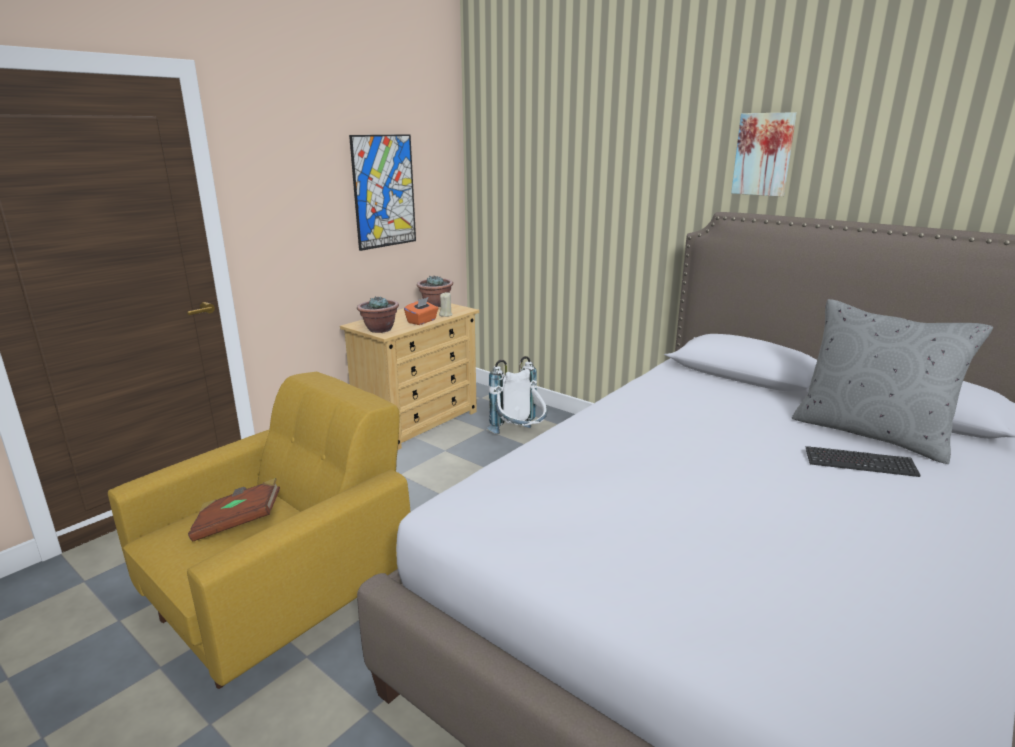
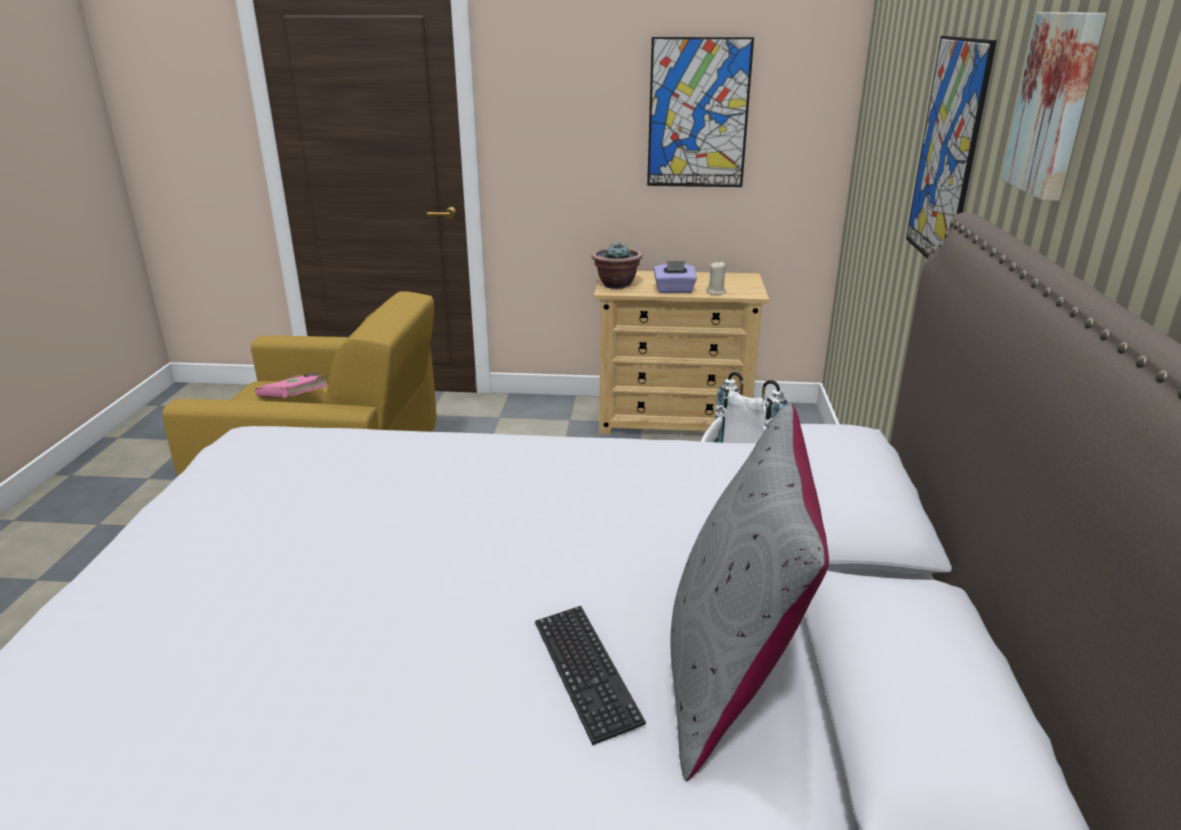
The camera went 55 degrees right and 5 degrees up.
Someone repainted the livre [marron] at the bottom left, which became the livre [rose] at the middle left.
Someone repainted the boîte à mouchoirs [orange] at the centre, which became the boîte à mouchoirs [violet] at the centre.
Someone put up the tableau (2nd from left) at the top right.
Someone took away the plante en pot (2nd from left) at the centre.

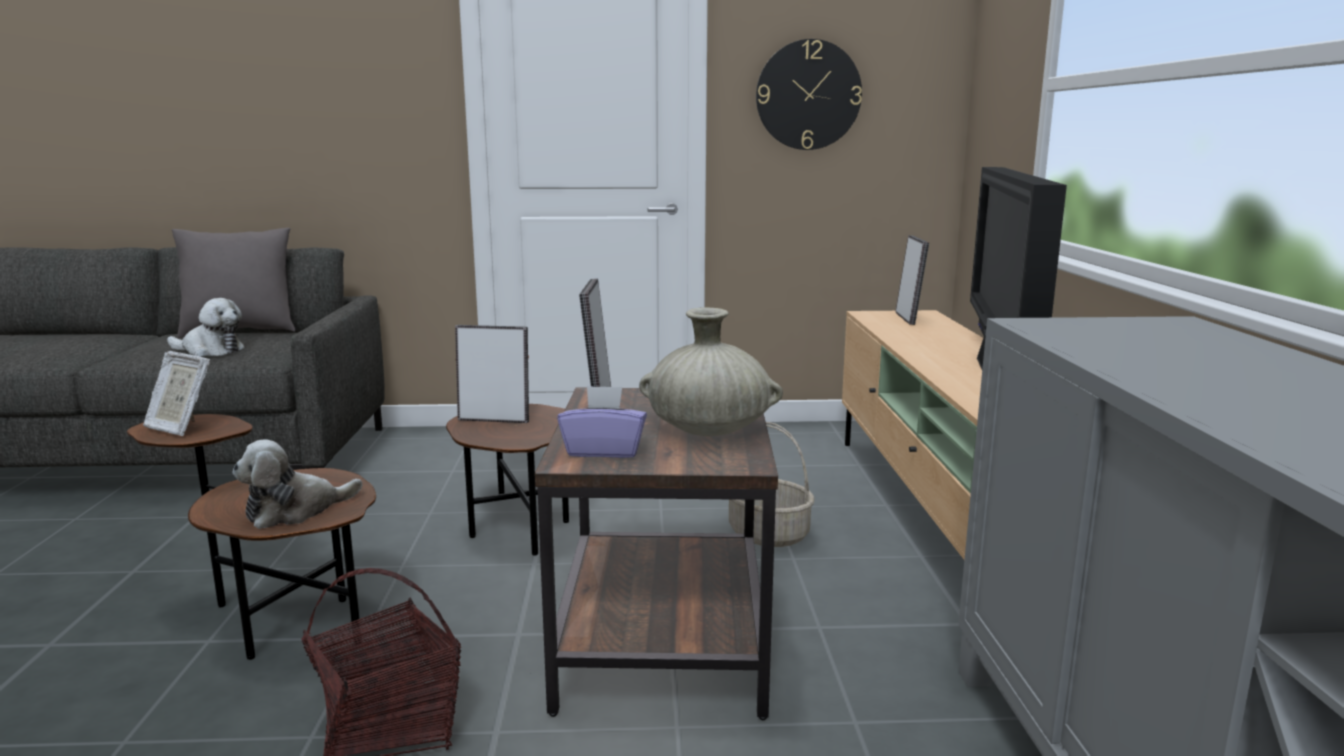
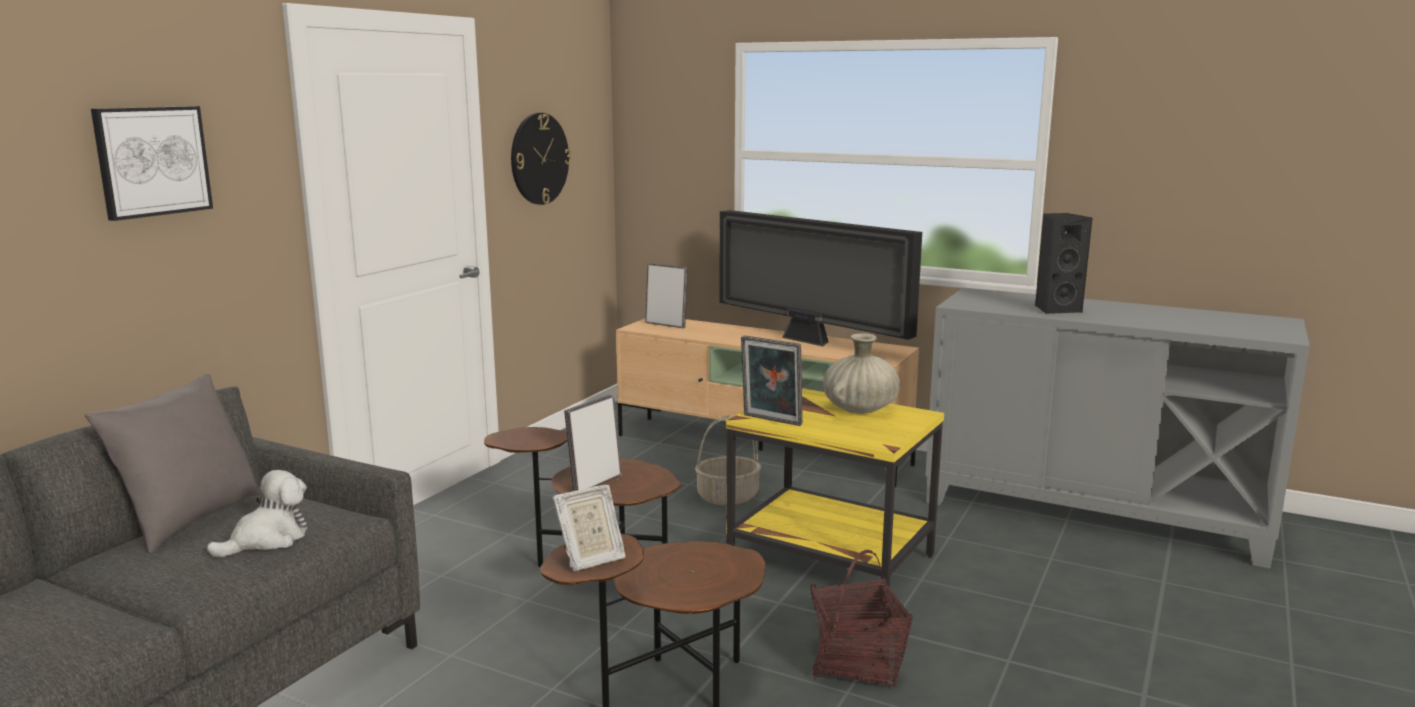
The camera went 60 degrees left and 0 degrees up.
Someone put up the tableau at the top left.
Someone repainted the table d'appoint [marron] (3rd from left) at the bottom centre, which became the table d'appoint [jaune] at the bottom centre.
Someone put down the enceinte [noir] at the middle right.
Someone took away the peluche (2nd from left) at the middle left.
Someone took away the boîte à mouchoirs [violet] at the centre.

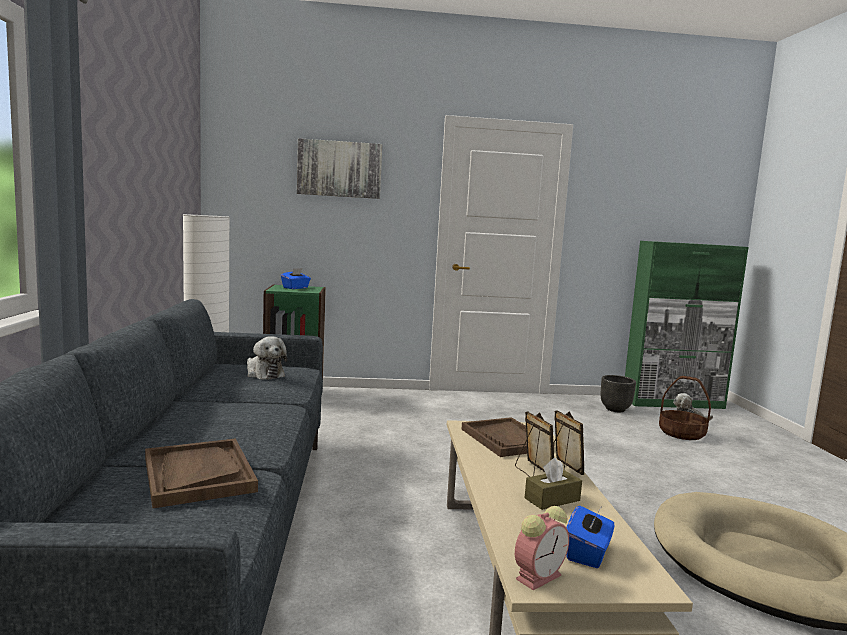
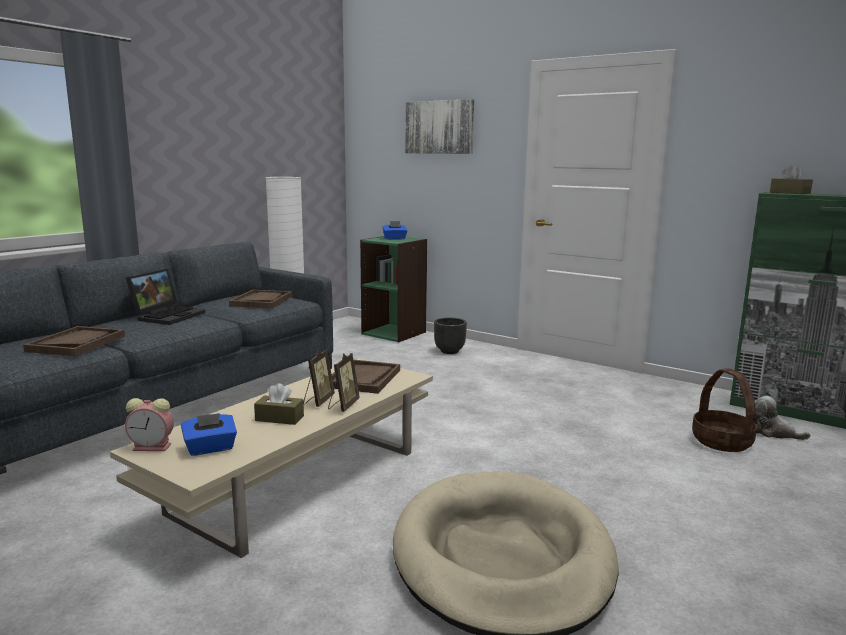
The camera went 40 degrees right and 5 degrees up.
Someone put down the ordinateur portable at the middle left.
Someone swapped the peluche (1st from left) at the middle left for the plateau [marron] (2nd from left) at the middle left.
Someone carried the cache-pot [noir] from the middle right to the centre.
Someone put down the boîte à mouchoirs [marron] (2nd from left) at the top right.

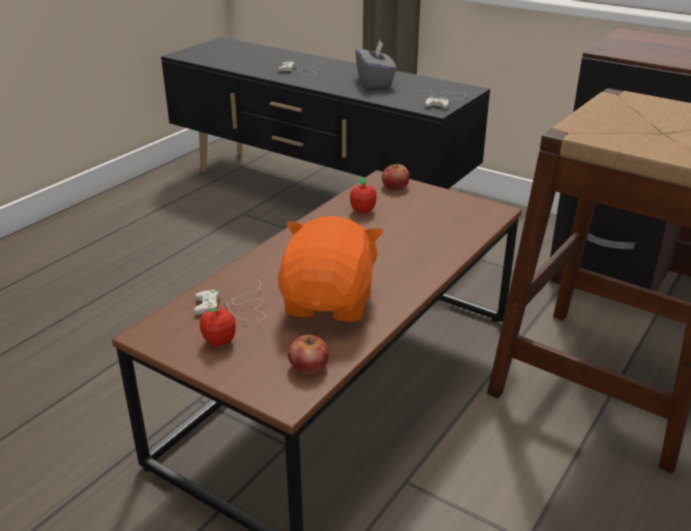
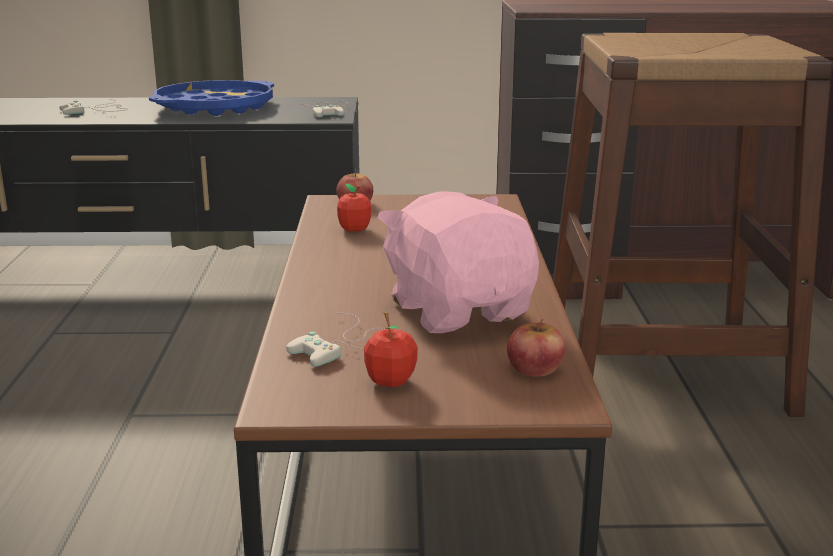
The camera went 35 degrees left and 10 degrees down.
Someone swapped the boîte à mouchoirs [gris] at the top centre for the plateau [bleu] at the top left.
Someone repainted the peluche [orange] at the centre, which became the peluche [rose] at the centre.

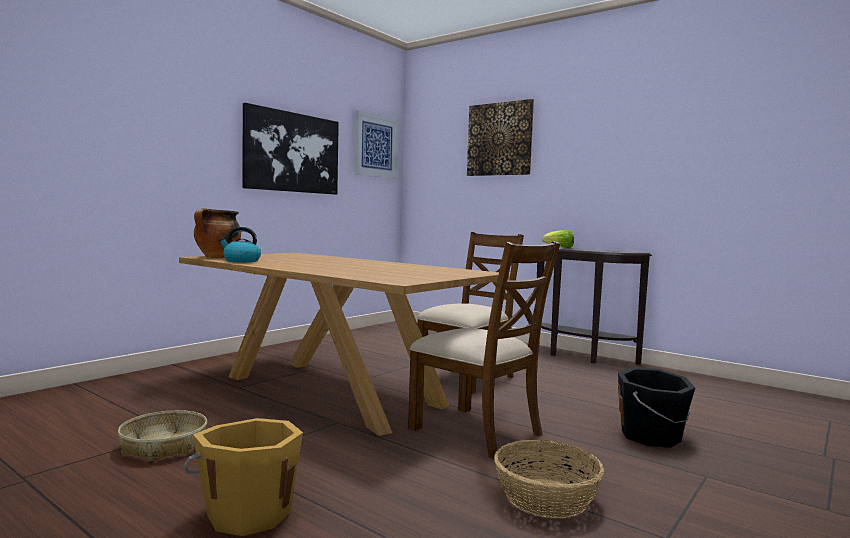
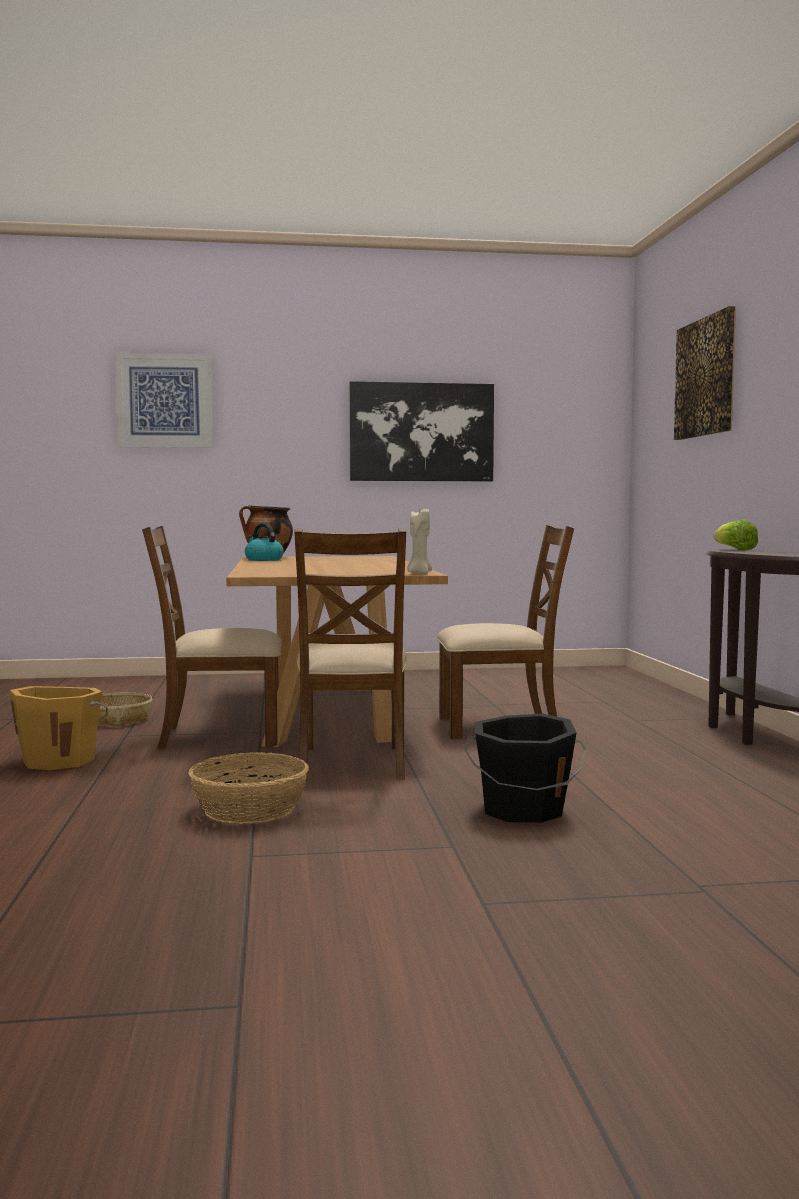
The camera went 45 degrees right and 0 degrees up.
Someone carried the tableau (2nd from left in the first image) from the top centre to the middle left.
Someone put down the chaise [marron] (1st from left) at the middle left.
Someone put down the bougie [beige] at the centre.

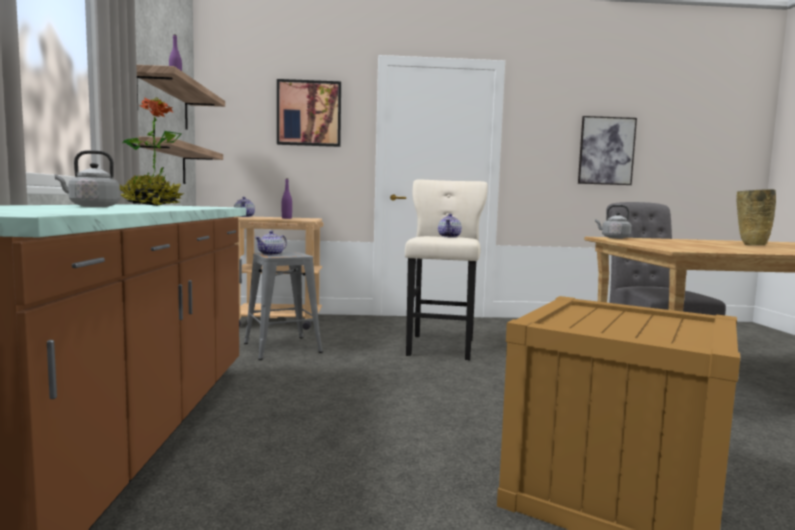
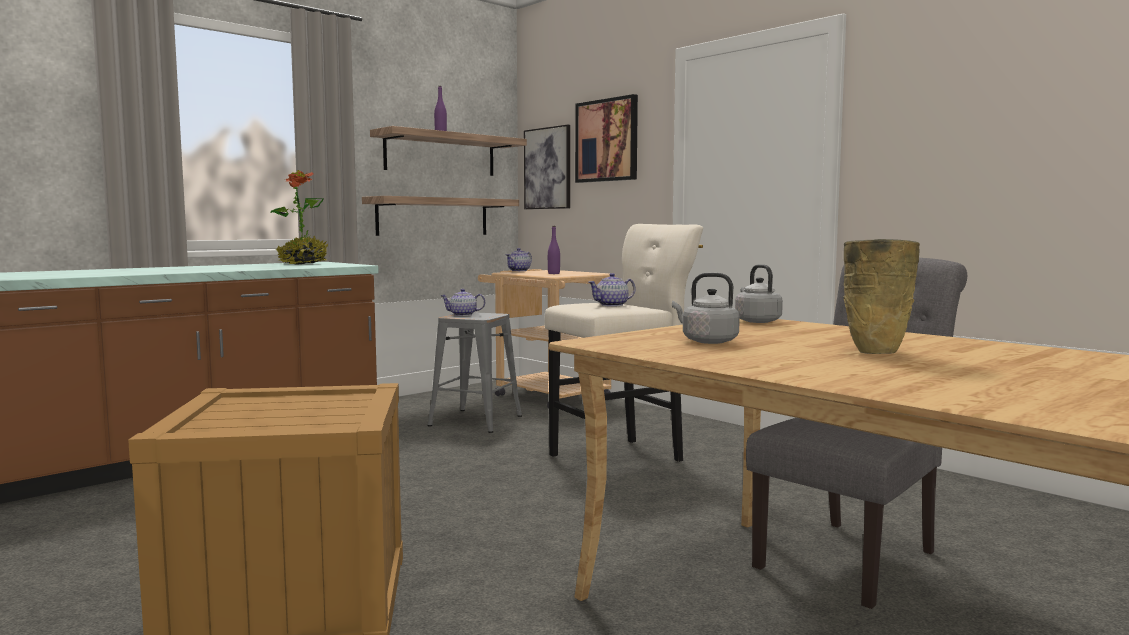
The camera went 50 degrees right and 0 degrees up.
Someone carried the tableau (2nd from left in the first image) from the top right to the top centre.
Someone carried the bouilloire [gris] (1st from left) from the middle left to the centre.

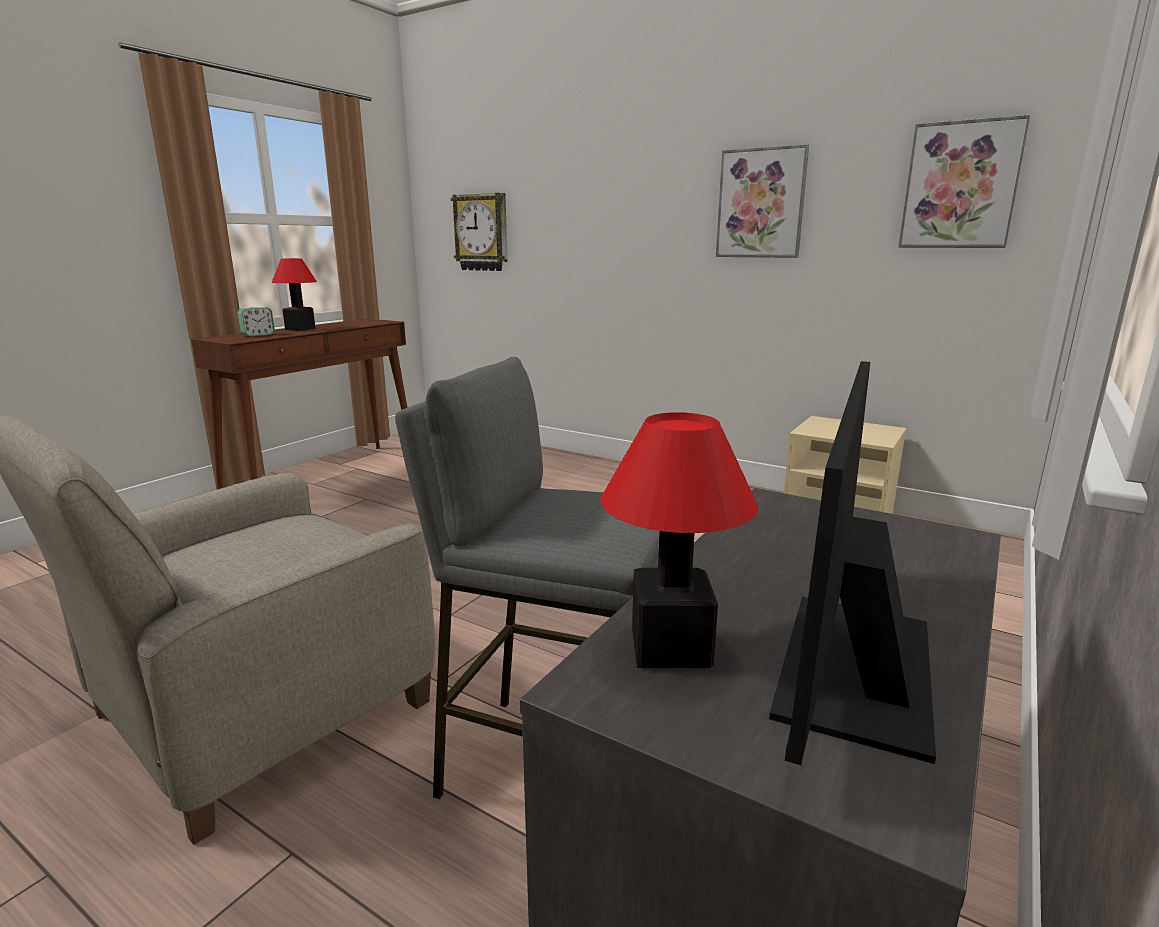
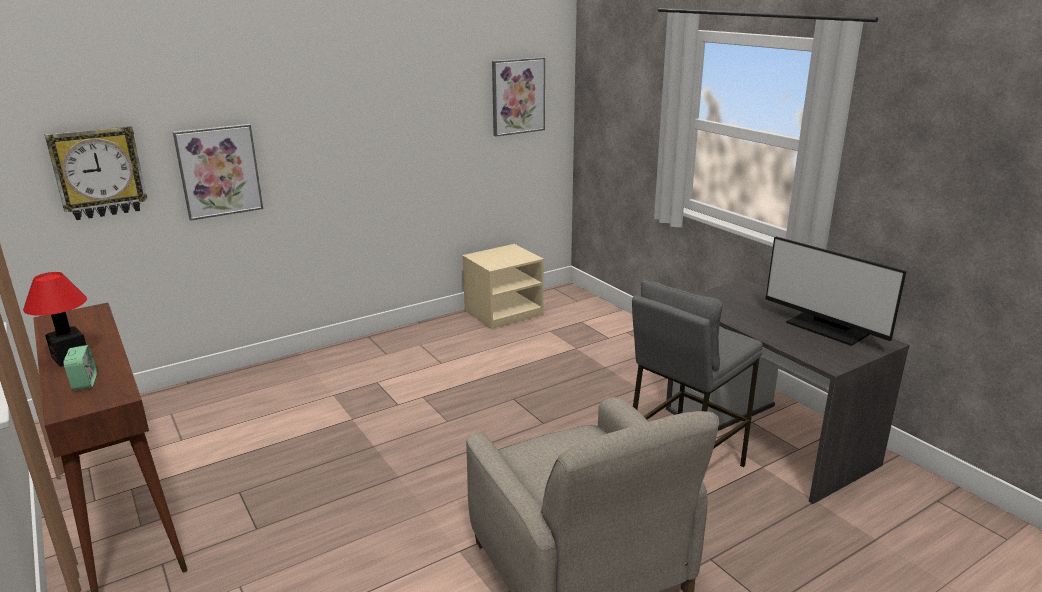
The camera went 65 degrees left and 5 degrees up.
Someone carried the tableau (1st from left) from the top centre to the top left.
Someone took away the lampe de table (2nd from left) at the centre.

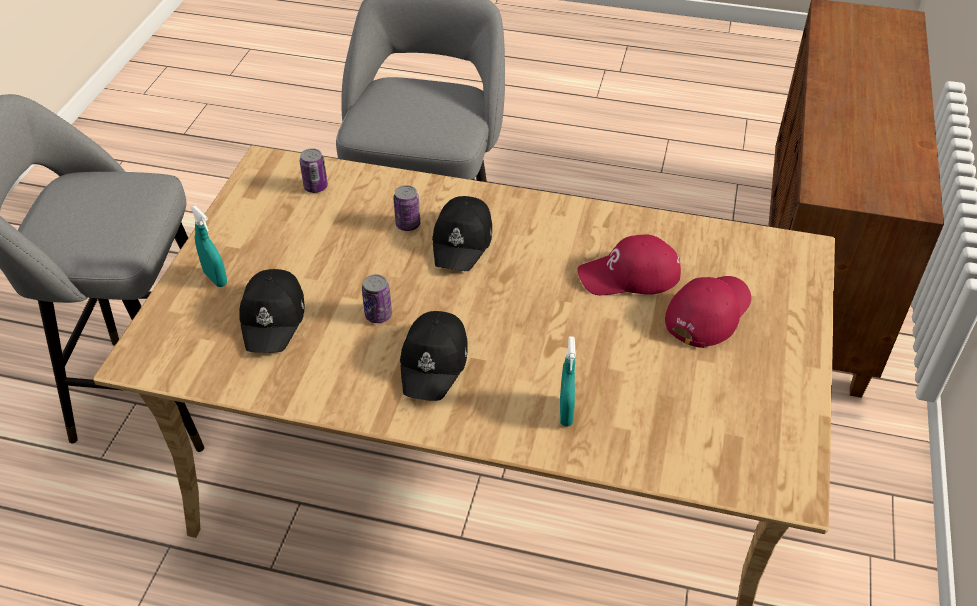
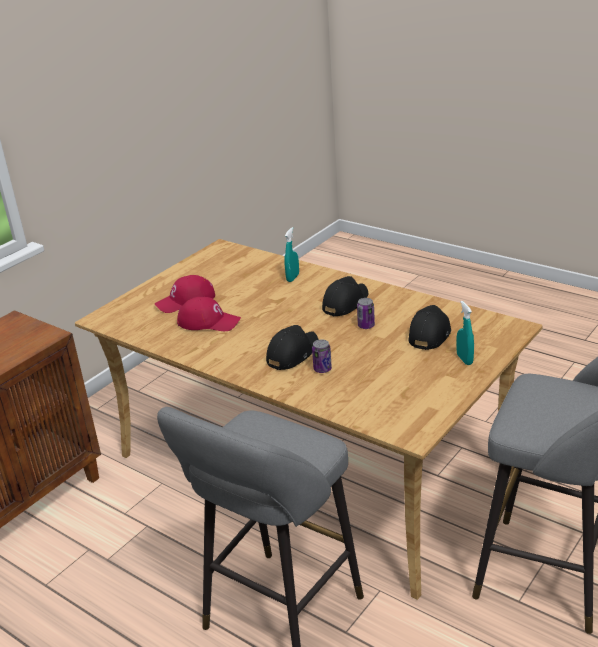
The camera went 155 degrees left and 15 degrees down.
Someone took away the boîte métallique (1st from left) at the top left.

